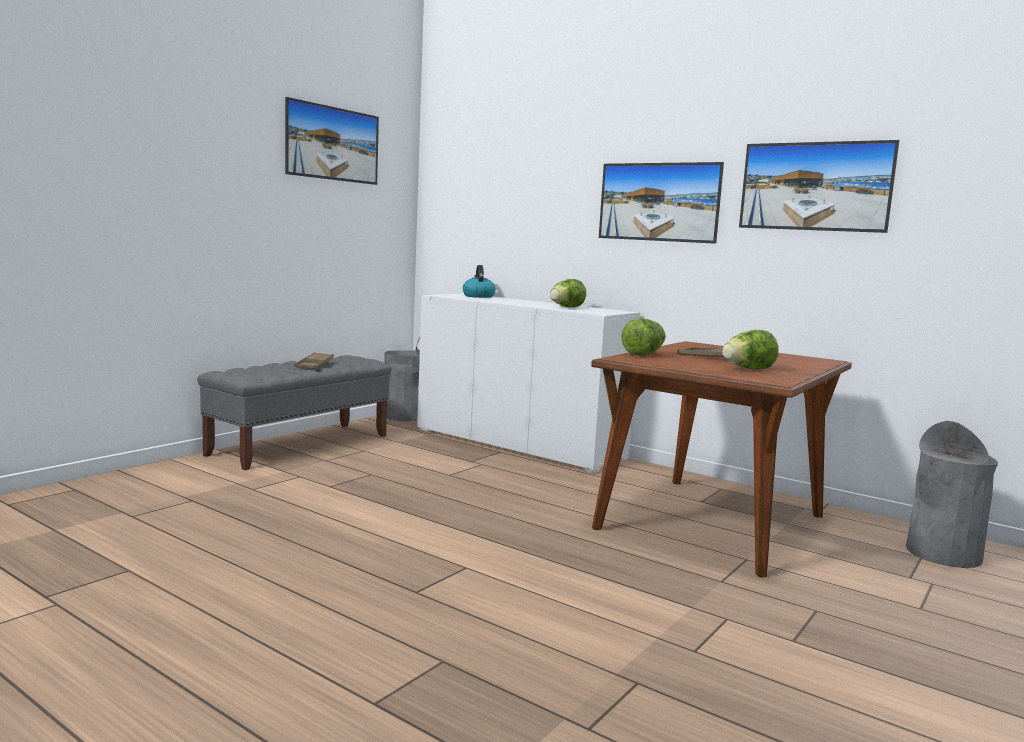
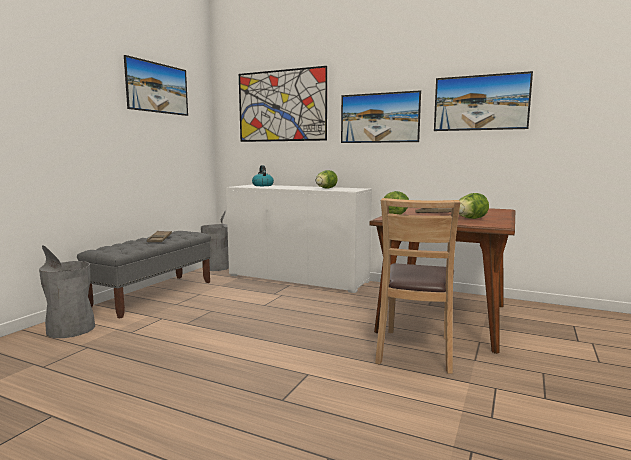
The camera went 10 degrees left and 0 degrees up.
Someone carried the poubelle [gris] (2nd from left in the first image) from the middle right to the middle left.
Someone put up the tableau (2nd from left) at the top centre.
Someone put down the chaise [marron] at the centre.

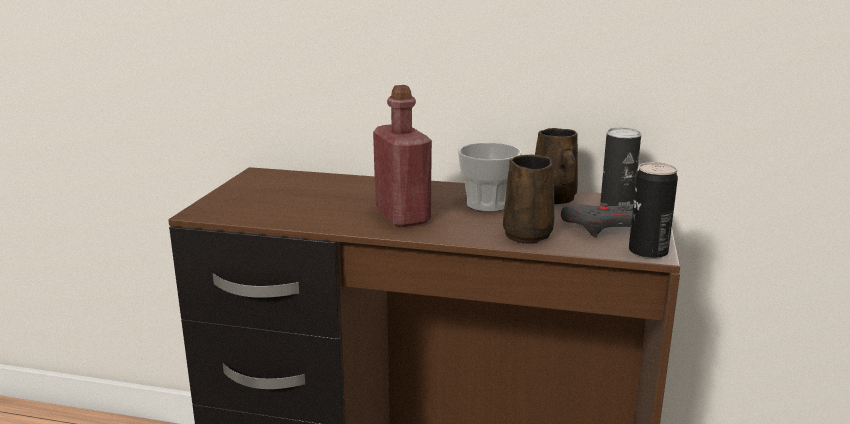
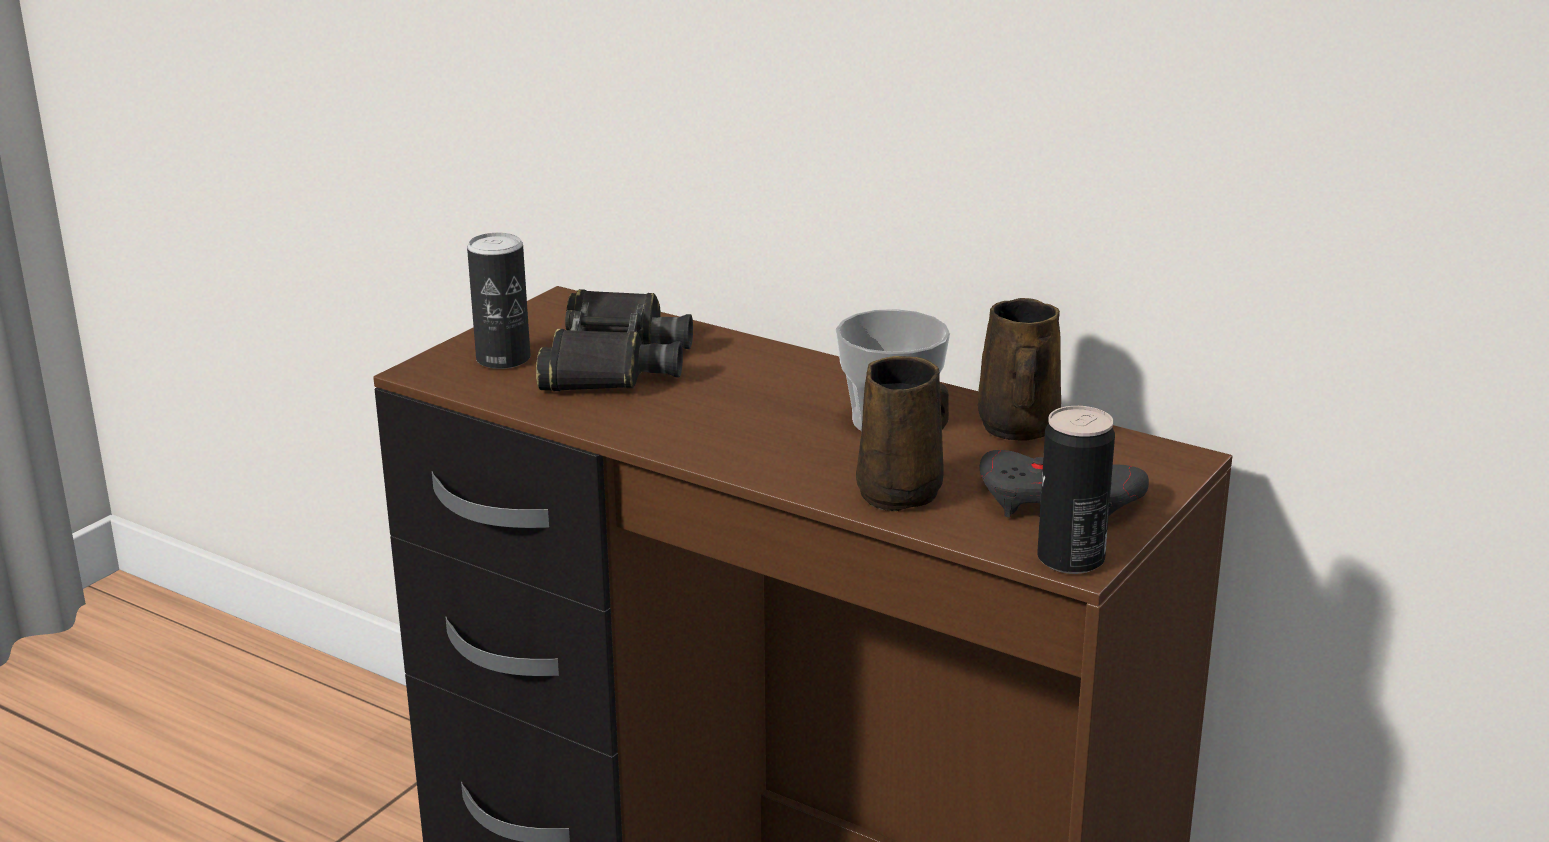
The camera went 20 degrees right and 5 degrees up.
Someone carried the boîte métallique (1st from left) from the middle right to the middle left.
Someone put down the jumelles [noir] at the centre.
Someone took away the bouteille [rouge] at the centre.

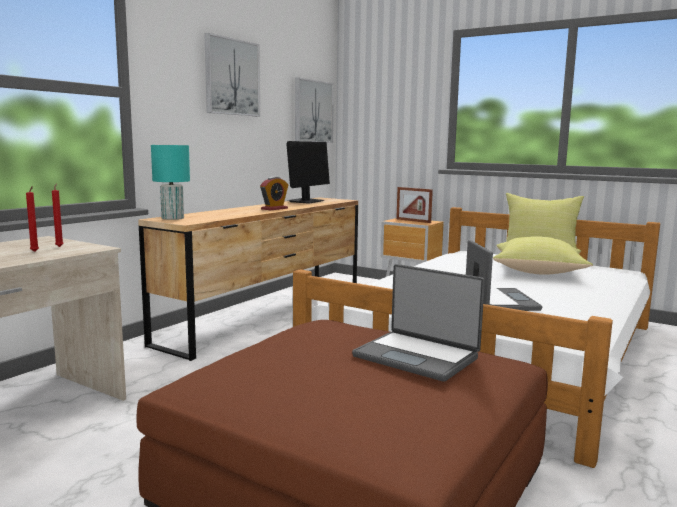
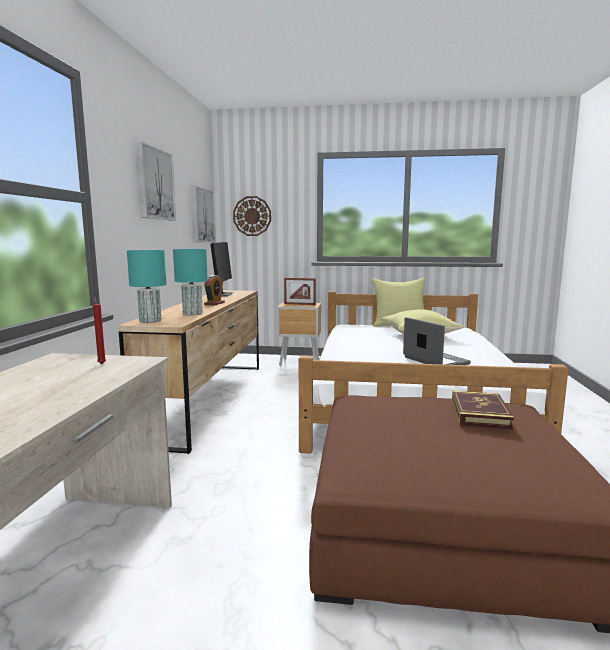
The camera went 25 degrees left and 0 degrees up.
Someone put down the lampe de table [turquoise] (2nd from left) at the middle left.
Someone put up the horloge murale at the top centre.
Someone swapped the ordinateur portable (1st from left) at the centre for the livre at the middle right.
Someone took away the bougie [rouge] (1st from left) at the middle left.

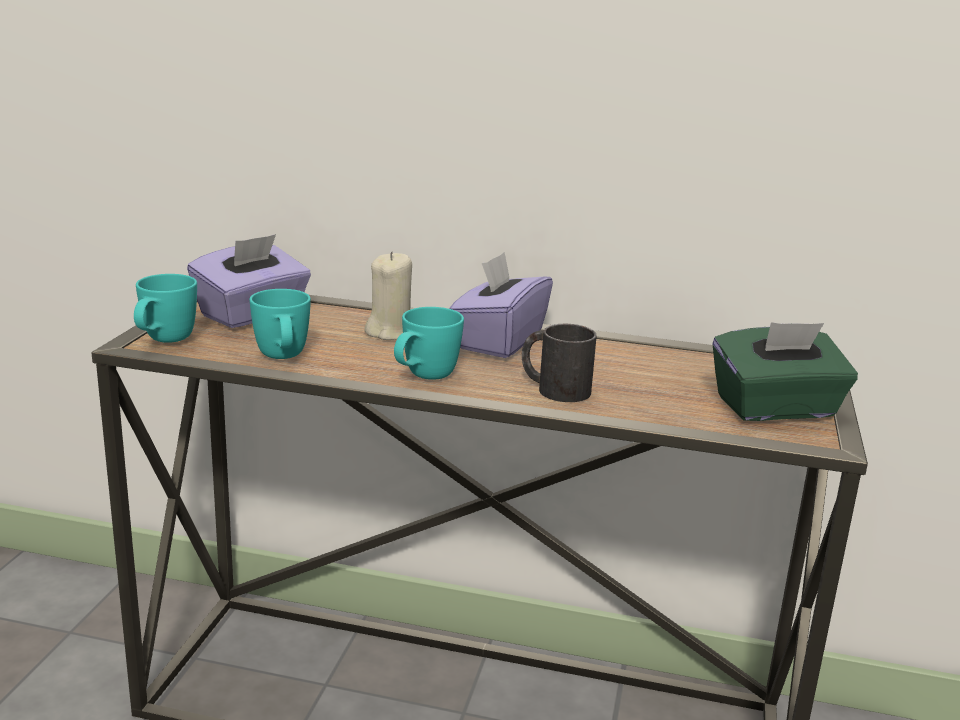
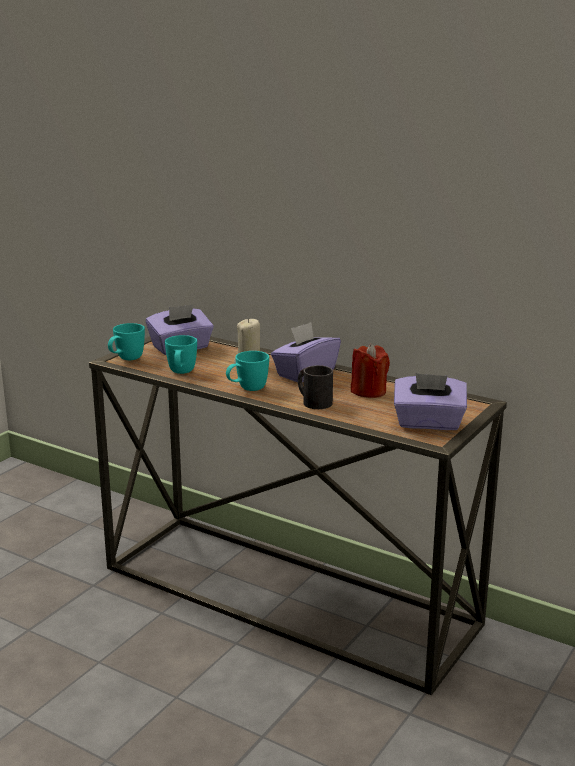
The camera went 20 degrees right and 0 degrees up.
Someone put down the bougie [rouge] at the centre.
Someone repainted the boîte à mouchoirs [vert] at the middle right, which became the boîte à mouchoirs [violet] (3rd from left) at the middle right.

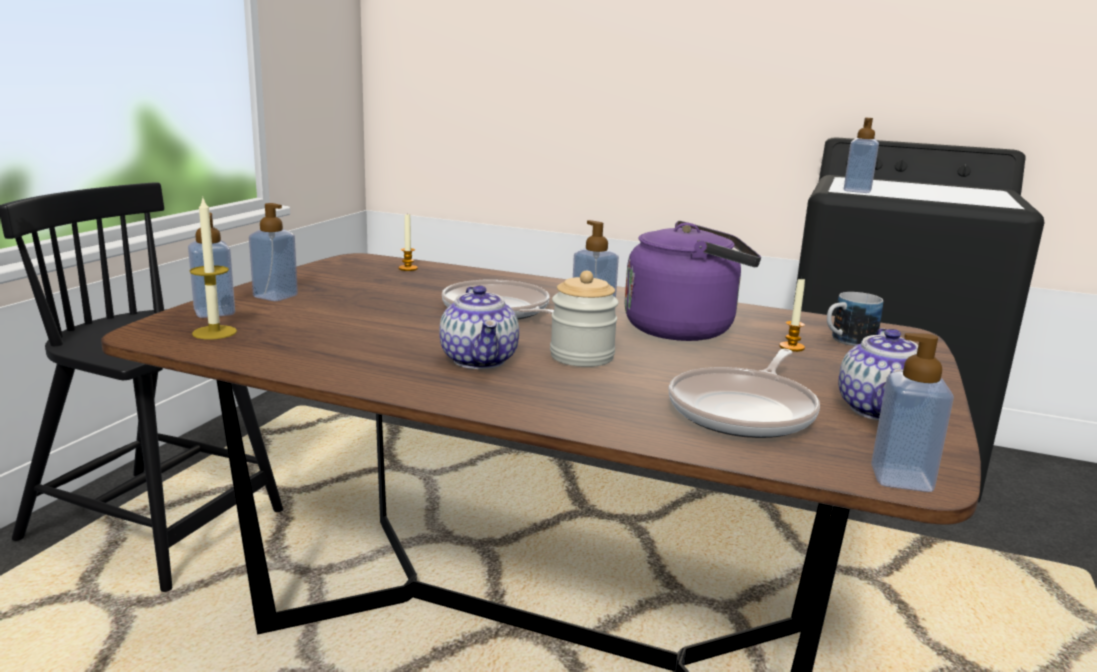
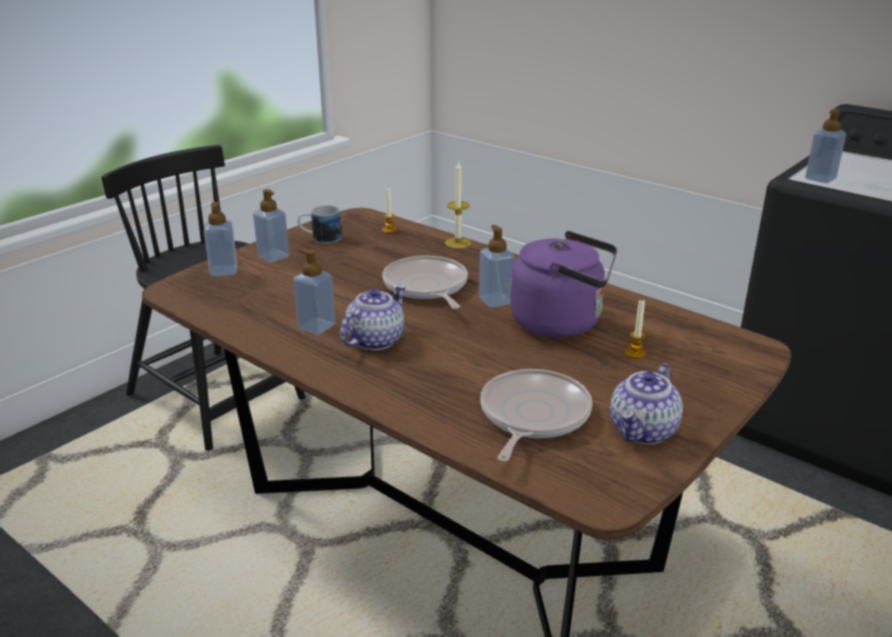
The camera went 20 degrees right and 10 degrees up.
Someone carried the distributeur de savon (5th from left in the first image) from the middle right to the centre.
Someone carried the mug from the middle right to the centre.
Someone rotated the théière (1st from left) at the centre by 150 degrees counterclockwise.
Someone carried the bougie (1st from left in the first image) from the middle left to the top centre.
Someone rotated the poêle (2nd from left) at the middle right by 150 degrees clockwise.
Someone took away the bocal at the centre.

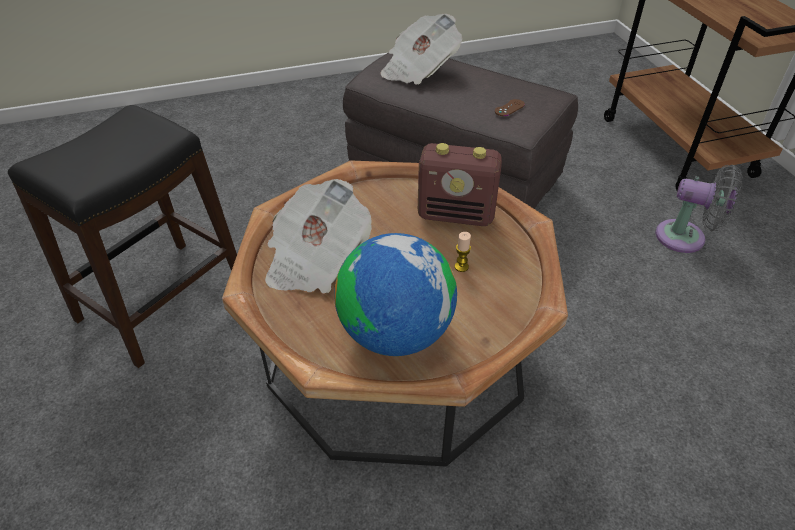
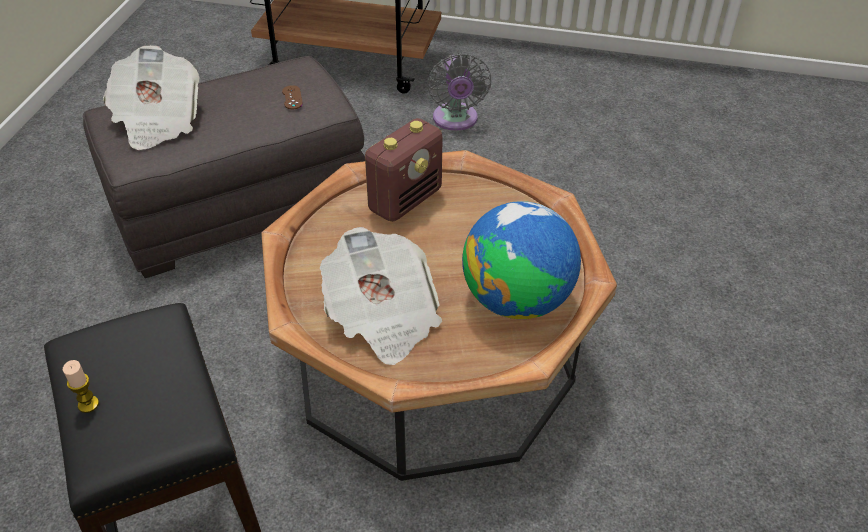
The camera went 60 degrees left and 0 degrees up.
Someone carried the bougie from the centre to the bottom left.
Someone rotated the ventilateur [gris] at the middle right by 120 degrees clockwise.

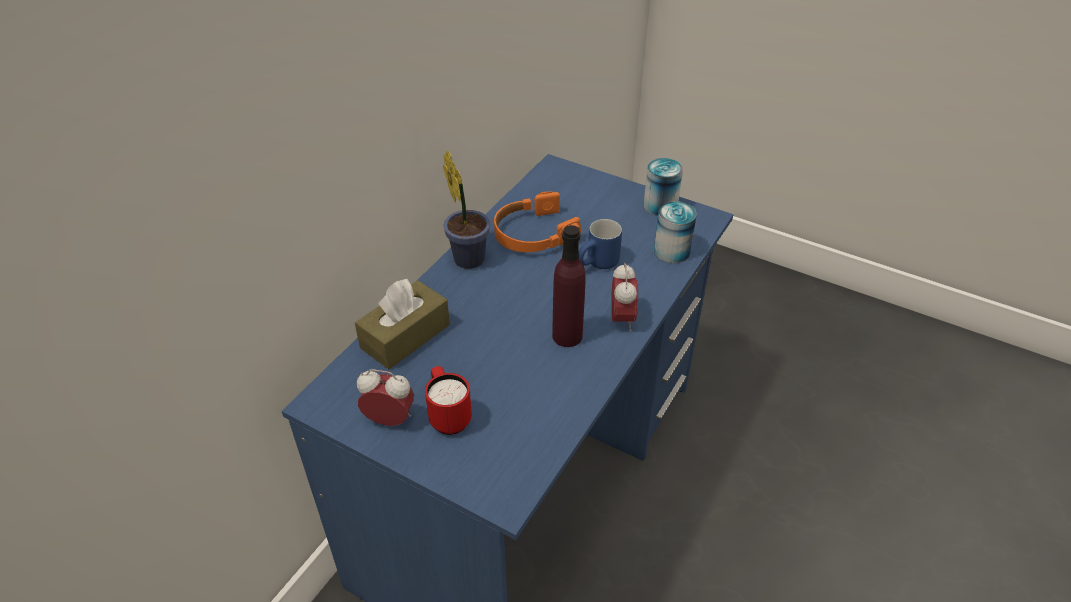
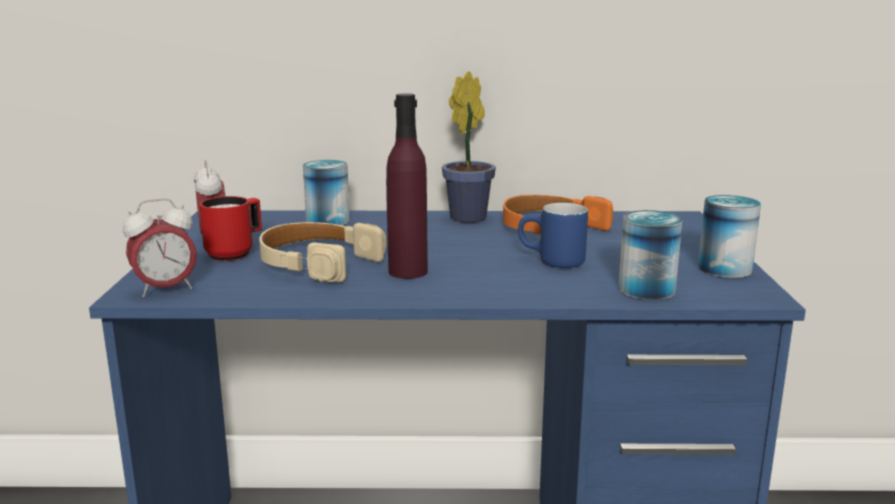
The camera went 60 degrees right and 25 degrees down.
Someone carried the réveil (2nd from left in the first image) from the centre to the middle left.
Someone put down the casque audio [beige] at the centre.
Someone swapped the boîte à mouchoirs [marron] at the centre for the boîte métallique (1st from left) at the centre.

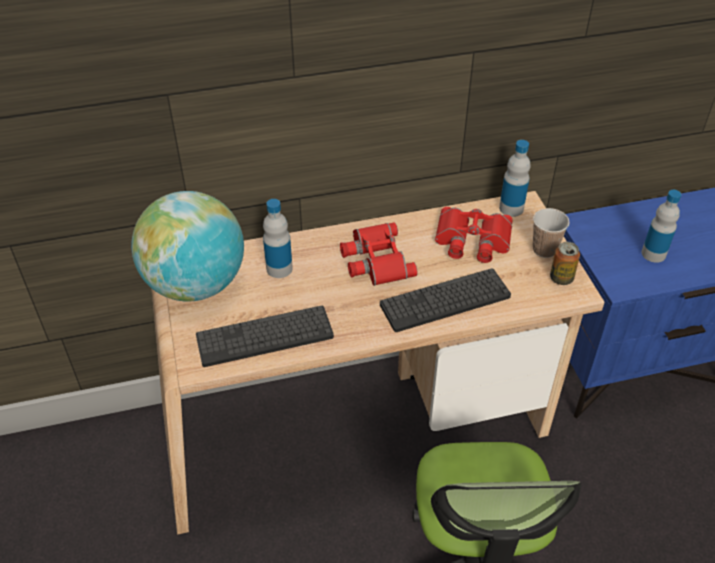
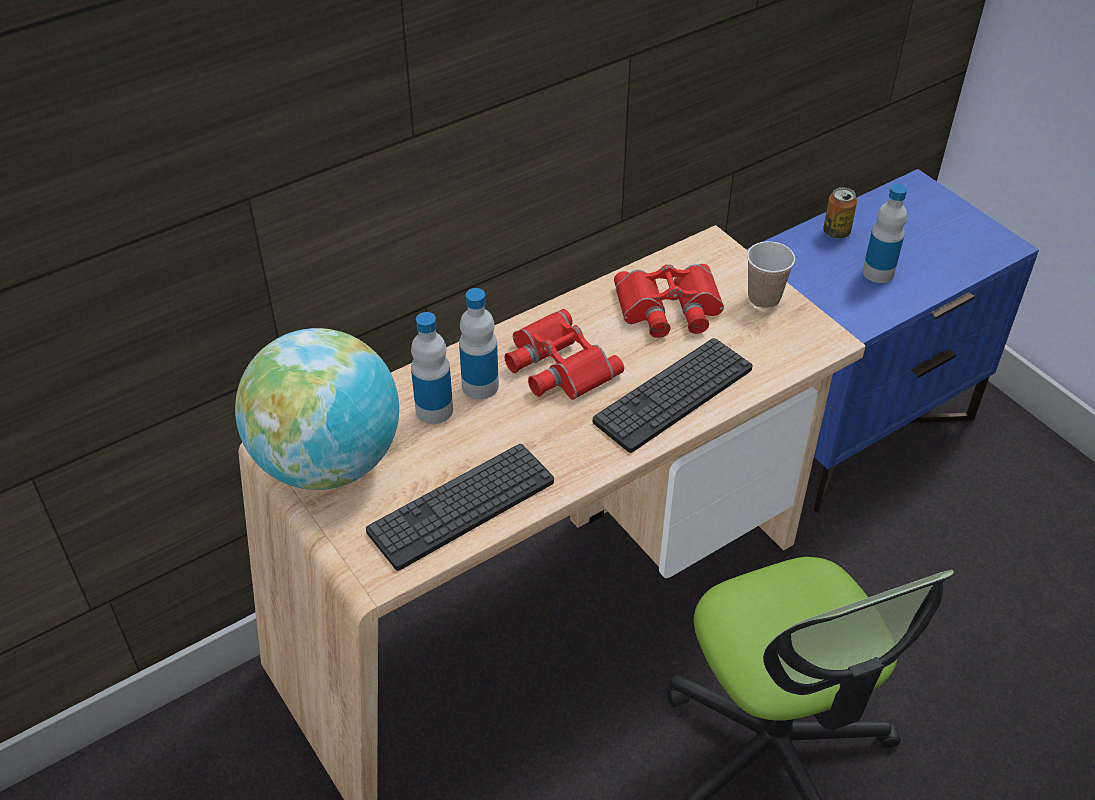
The camera went 20 degrees left and 0 degrees up.
Someone carried the bouteille (2nd from left) from the top right to the centre.
Someone carried the boîte métallique from the middle right to the top right.

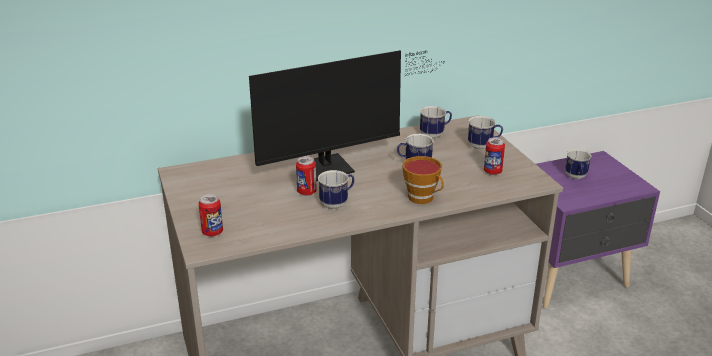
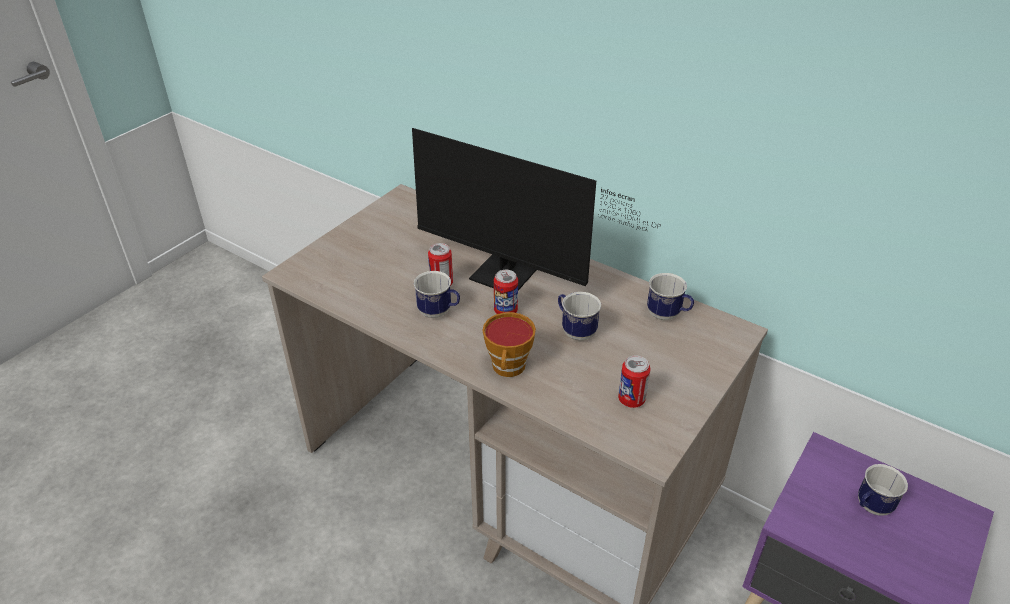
The camera went 55 degrees right and 10 degrees up.
Someone carried the boîte métallique (1st from left in the first image) from the middle left to the centre.
Someone took away the mug (4th from left) at the middle right.

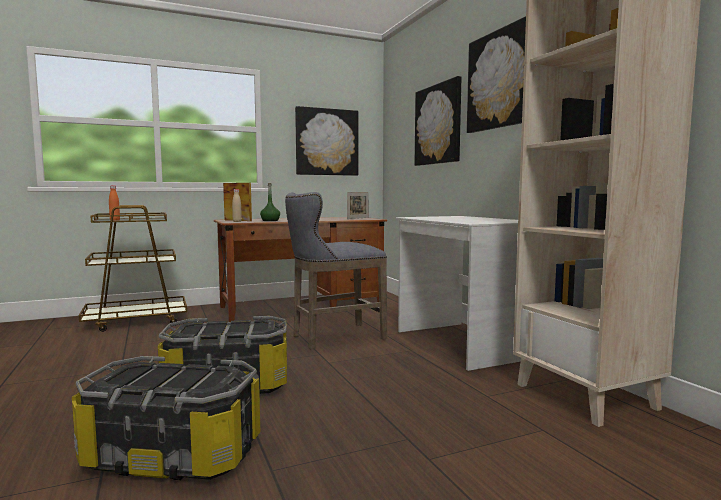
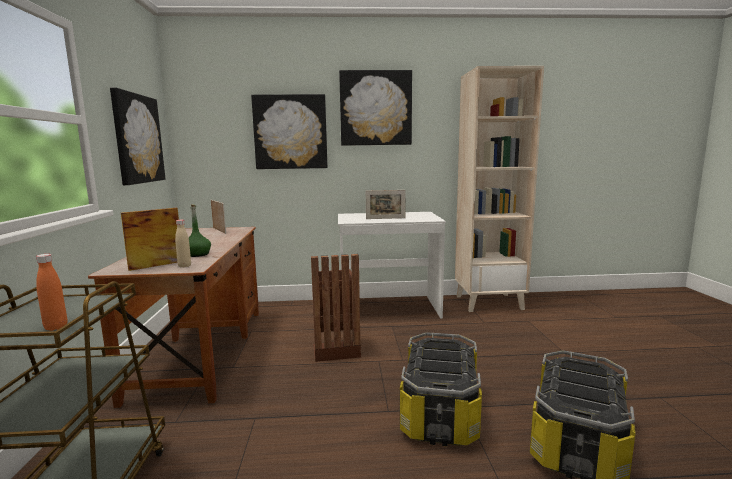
The camera went 70 degrees left and 5 degrees up.
Someone swapped the tabouret [gris] at the centre for the poubelle [marron] at the centre.
Someone put down the cadre photo (3rd from left) at the centre.

